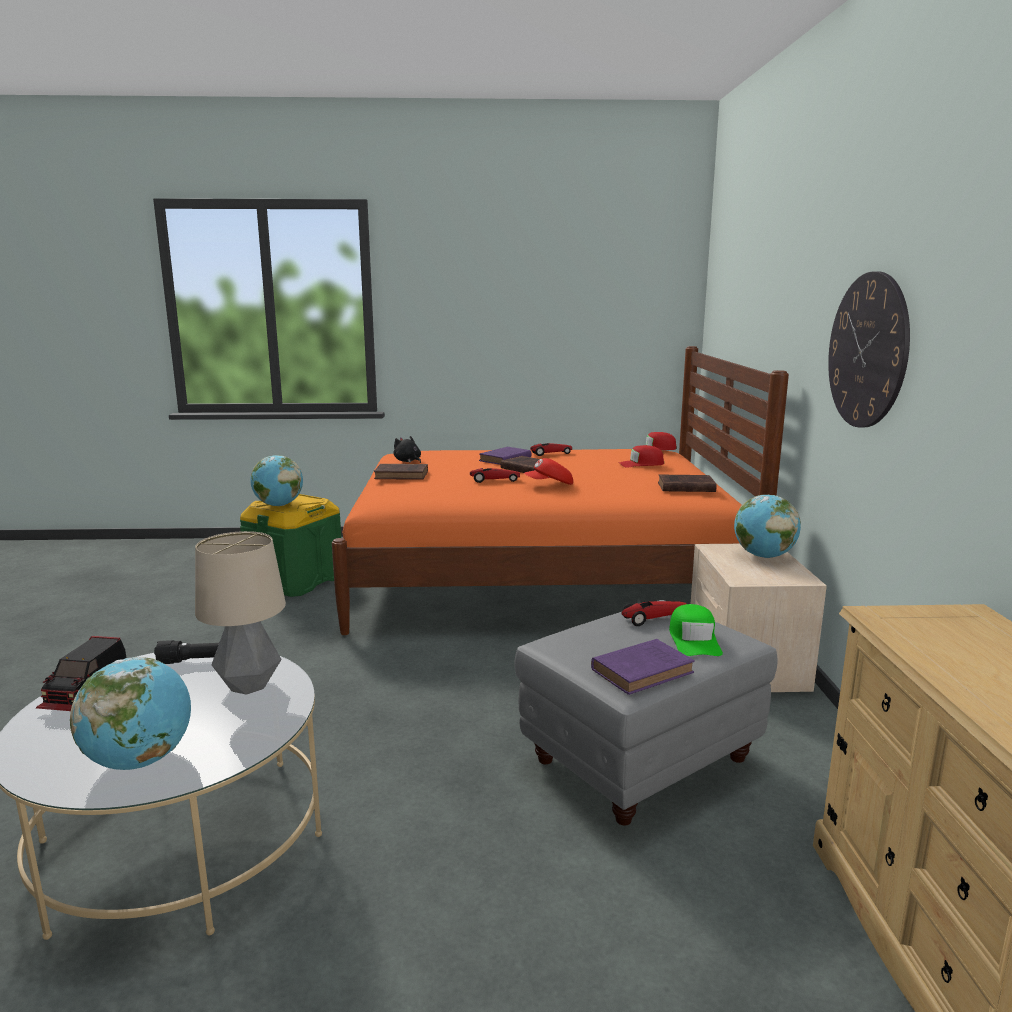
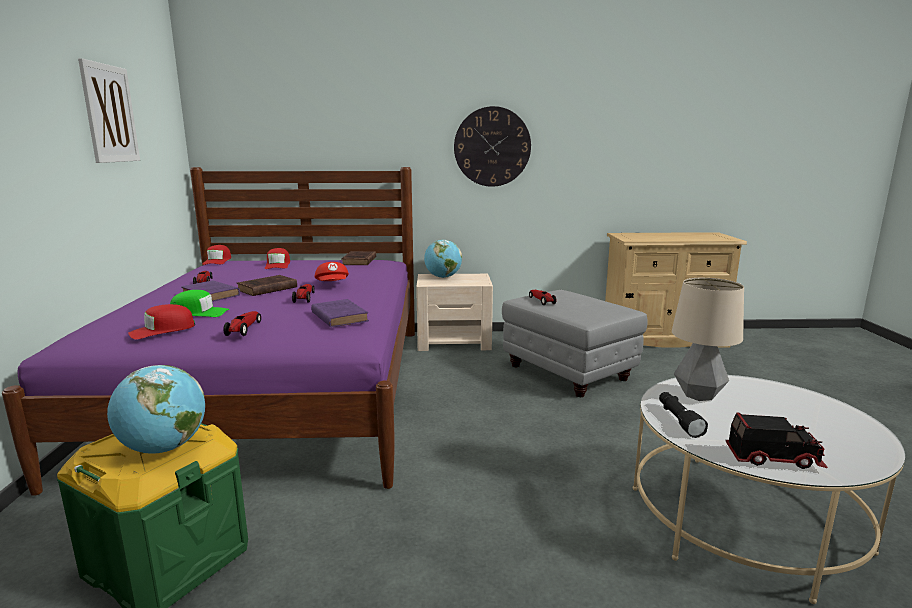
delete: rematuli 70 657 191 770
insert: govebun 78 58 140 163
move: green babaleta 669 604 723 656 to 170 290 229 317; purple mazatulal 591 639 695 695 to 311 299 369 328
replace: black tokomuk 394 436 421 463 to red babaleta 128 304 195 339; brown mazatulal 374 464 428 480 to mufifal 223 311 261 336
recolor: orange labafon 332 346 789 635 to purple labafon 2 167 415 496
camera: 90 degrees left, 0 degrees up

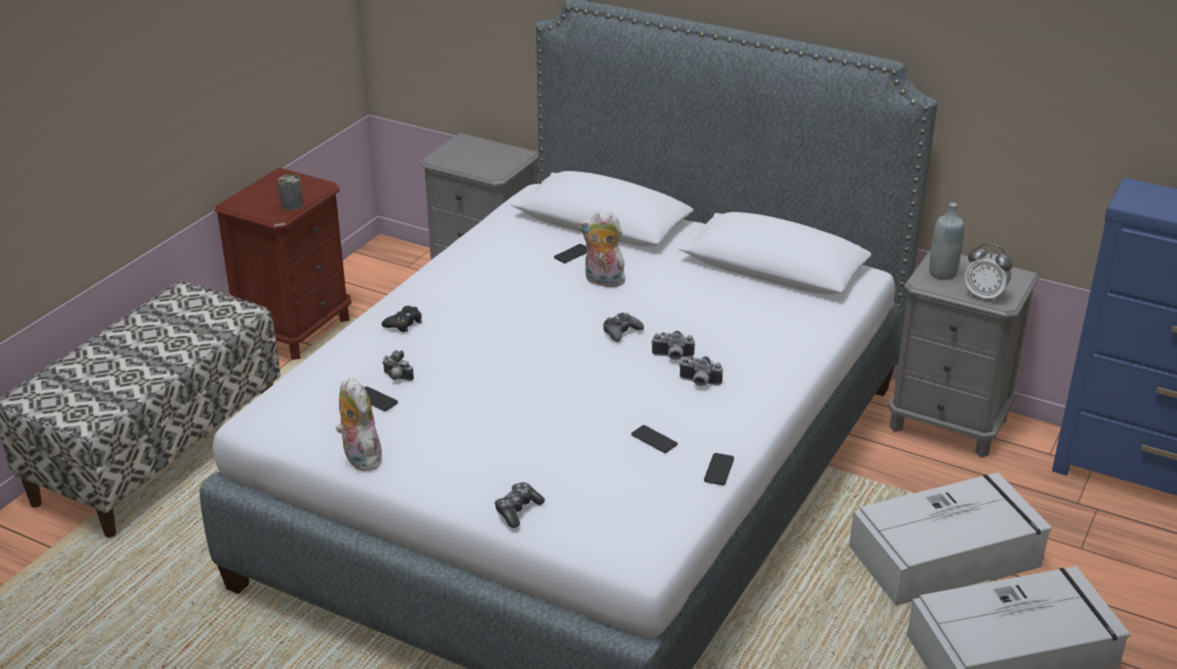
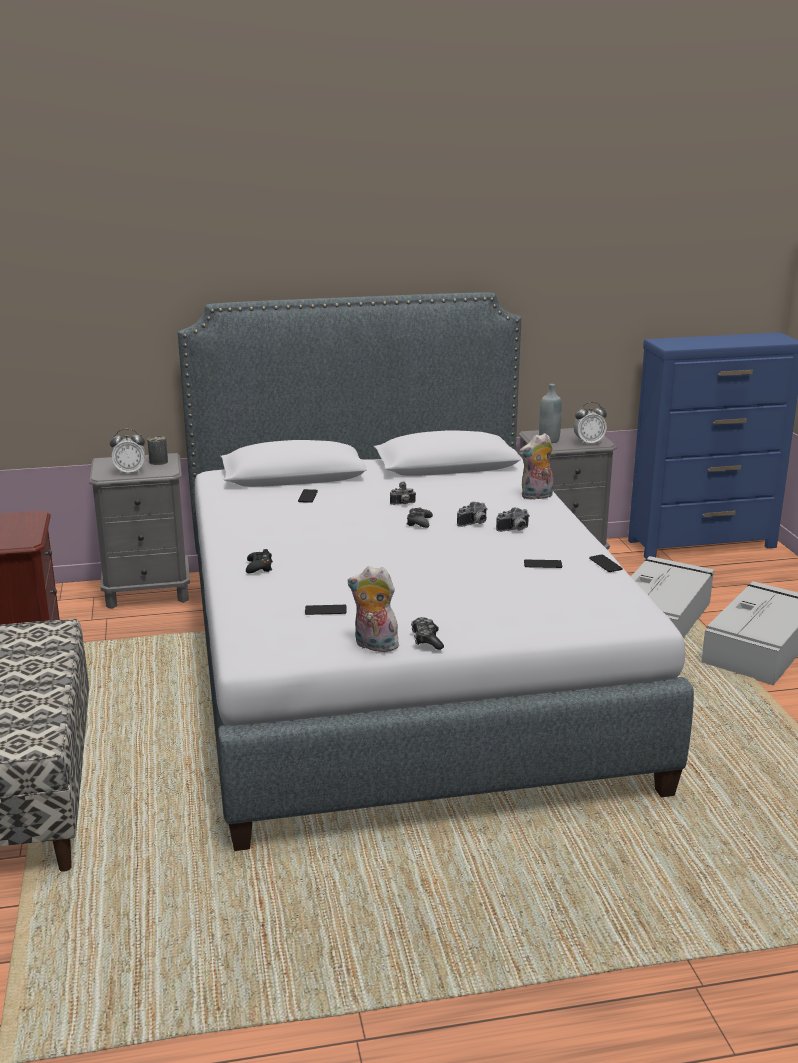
insert: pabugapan 110 429 145 475
move: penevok 278 174 303 210 to 147 436 168 465; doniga 382 350 414 381 to 390 482 416 505; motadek 495 482 545 528 to 411 617 444 650; tokomuk 579 211 627 287 to 519 433 553 500
camera: 40 degrees left, 10 degrees down

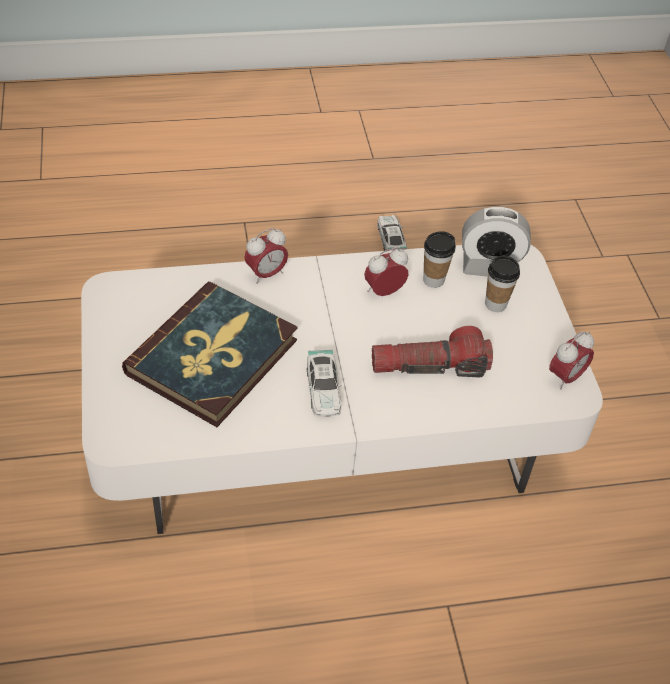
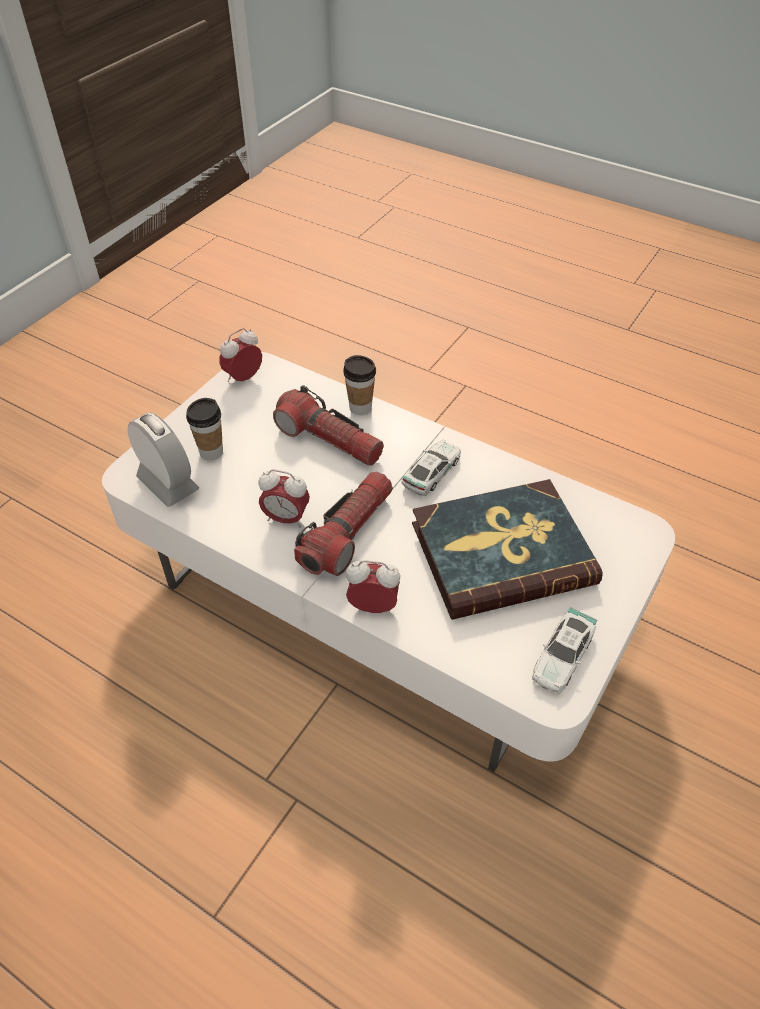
insert: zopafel 294 471 393 576
move: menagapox 423 231 456 288 to 343 355 376 415; mufifal 377 215 407 251 to 532 607 597 693
rotate: pabugapan 549 331 594 390 = 219 328 262 382 45 degrees counterclockwise
camera: 135 degrees left, 0 degrees up

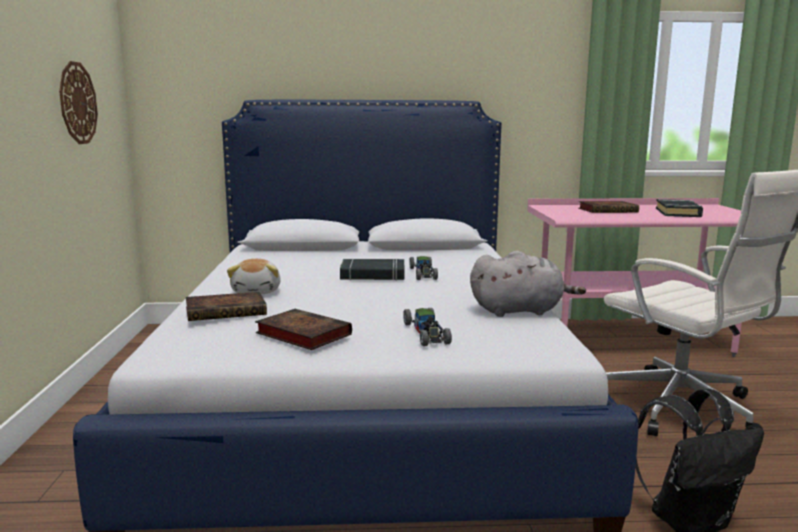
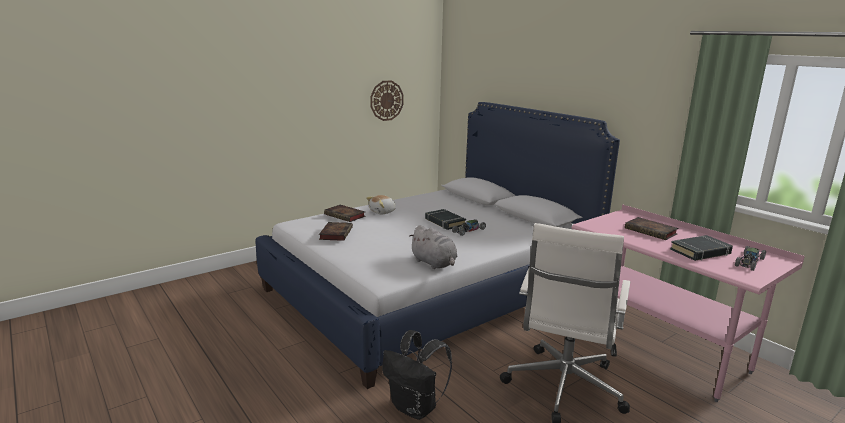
move: mufifal 403 308 452 346 to 735 246 766 271
camera: 55 degrees right, 5 degrees up

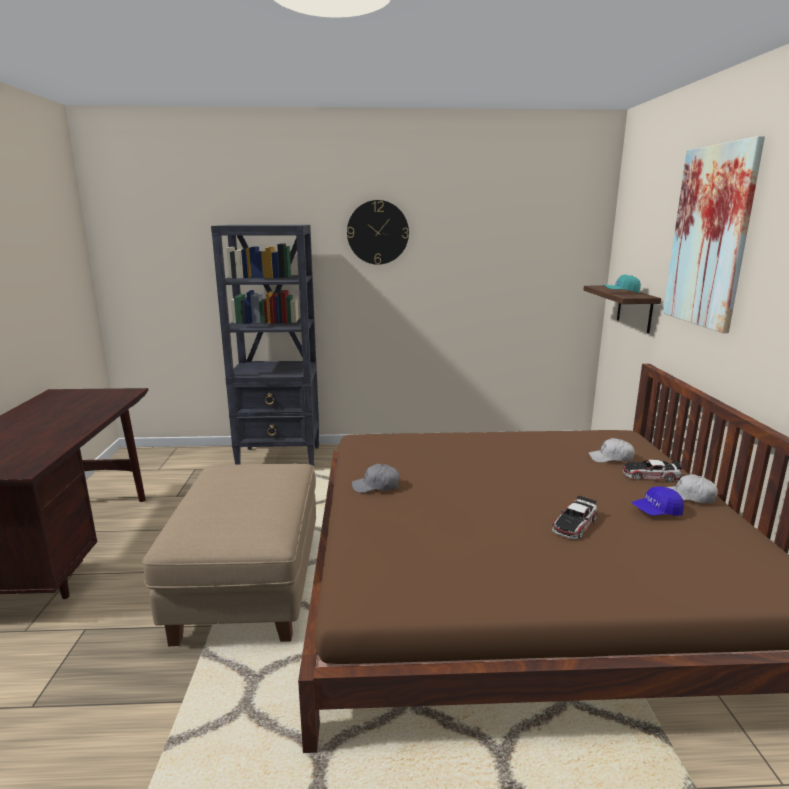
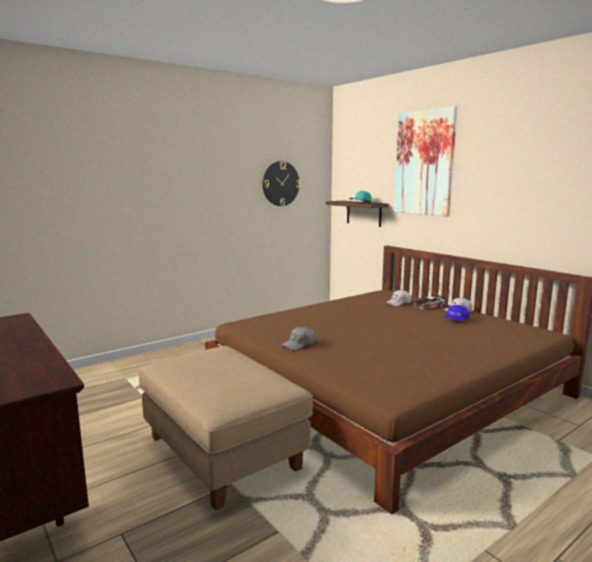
delete: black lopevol 211 225 319 466; mufifal 552 496 597 539
move: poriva 347 200 409 265 to 263 161 300 206
camera: 35 degrees left, 5 degrees down

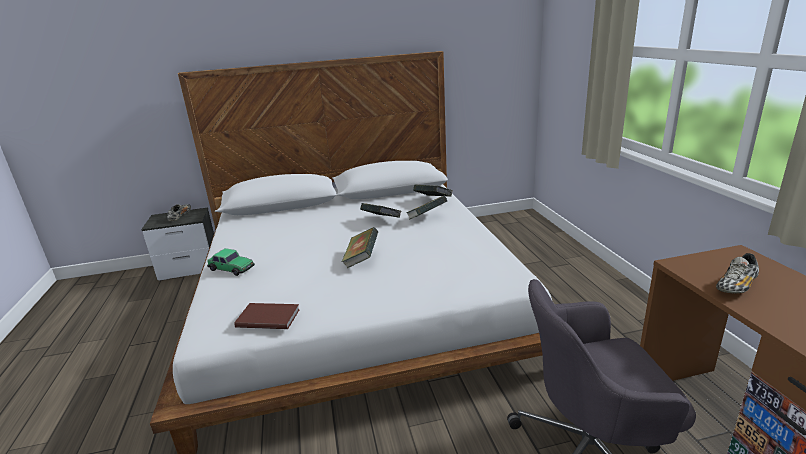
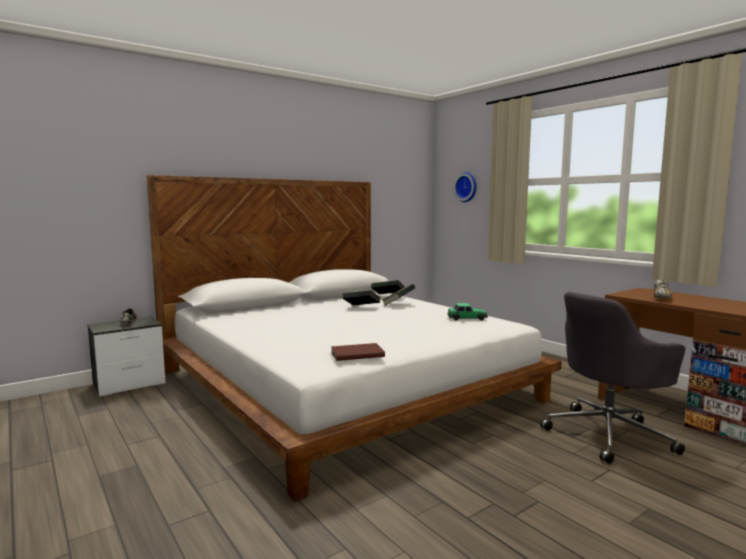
delete: mazatulal 342 227 378 268
insert: poriva 454 172 477 202
move: mufifal 207 248 255 276 to 448 303 488 321
camera: 25 degrees left, 15 degrees down

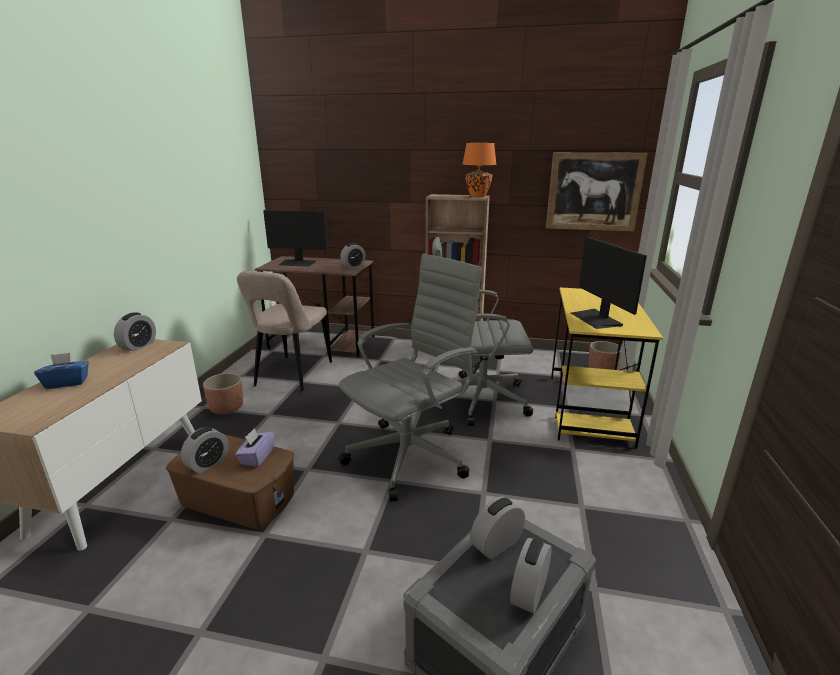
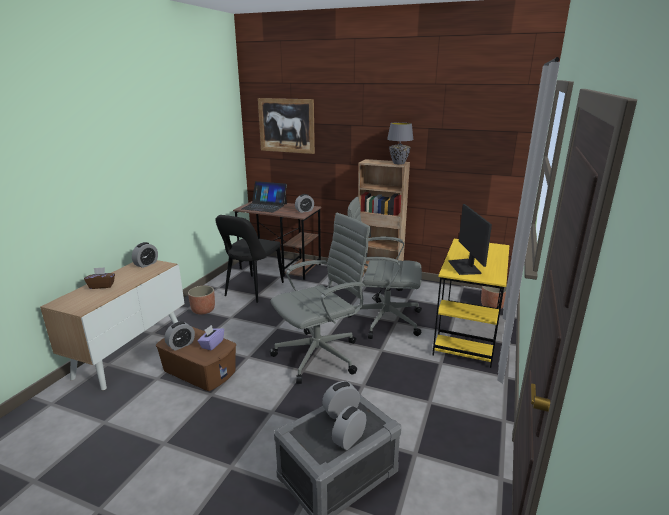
move: govebun 546 152 648 231 to 258 98 315 154
replace: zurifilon 263 210 328 267 to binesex 242 181 287 212
recolor: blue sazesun 34 353 89 389 to brown sazesun 84 267 115 289; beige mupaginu 237 271 332 391 to black mupaginu 215 215 284 303; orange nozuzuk 462 143 497 197 to grey nozuzuk 387 122 414 165
camera: 10 degrees right, 0 degrees up

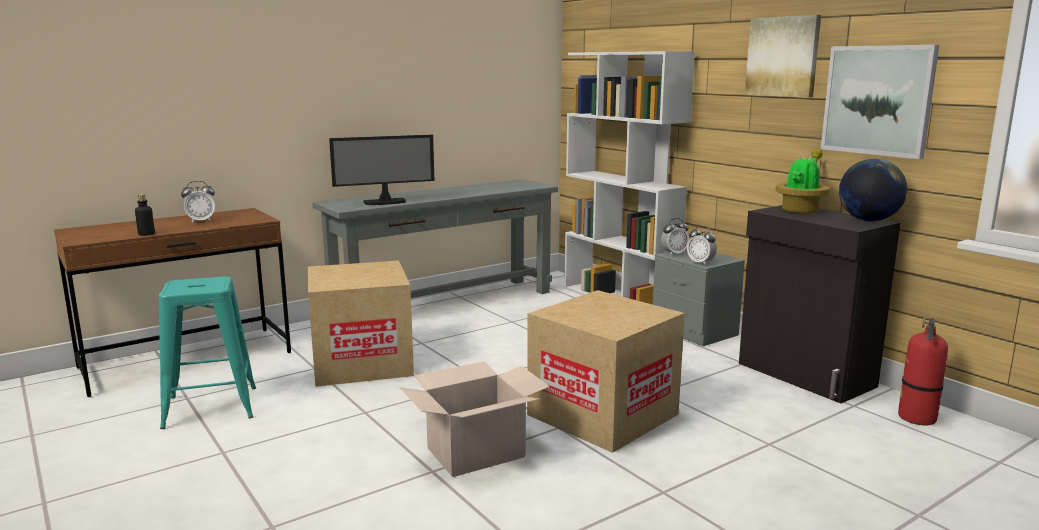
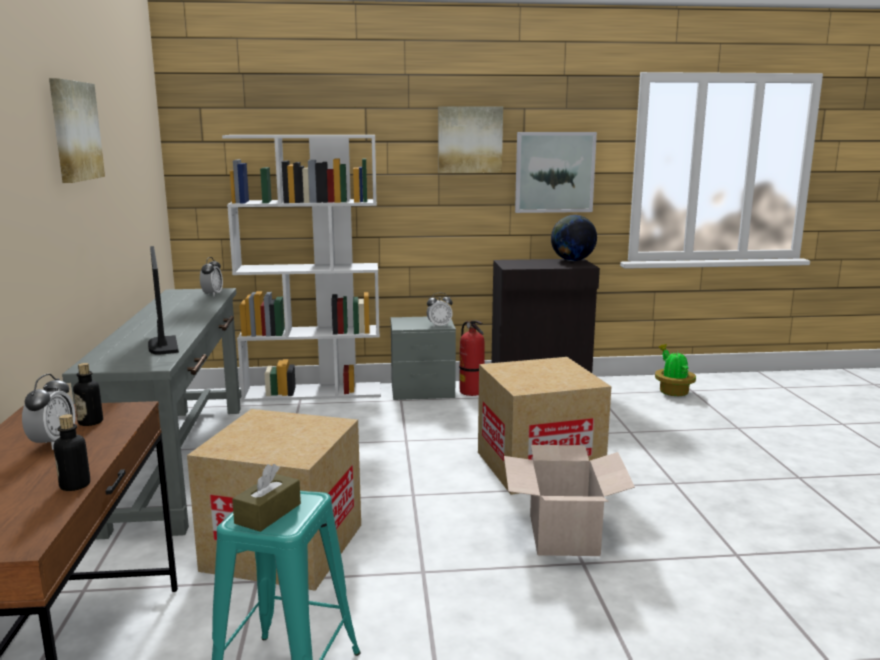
insert: govebun 49 78 105 183; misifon 73 363 103 426; brown sazesun 232 464 301 532
move: pabugapan 661 218 689 256 to 200 257 223 296; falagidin 898 317 948 425 to 459 320 485 396; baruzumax 776 150 830 214 to 655 344 696 396
rotate: zurifilon 329 135 434 205 = 148 246 179 355 150 degrees clockwise
camera: 60 degrees left, 0 degrees up

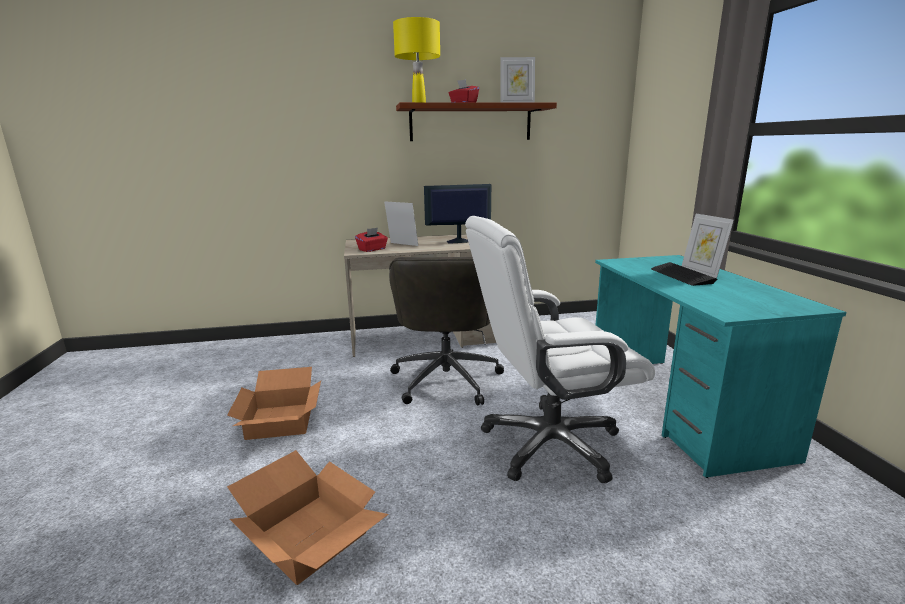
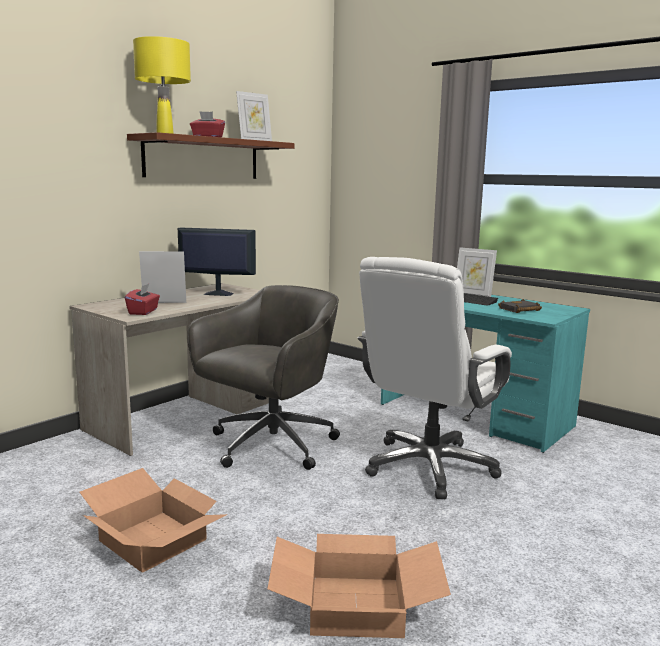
insert: black mazatulal 498 299 542 313
rotate: zurifilon 424 184 491 243 = 178 228 256 296 60 degrees clockwise; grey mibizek 389 257 504 405 = 187 285 340 470 105 degrees counterclockwise
camera: 40 degrees left, 5 degrees down

